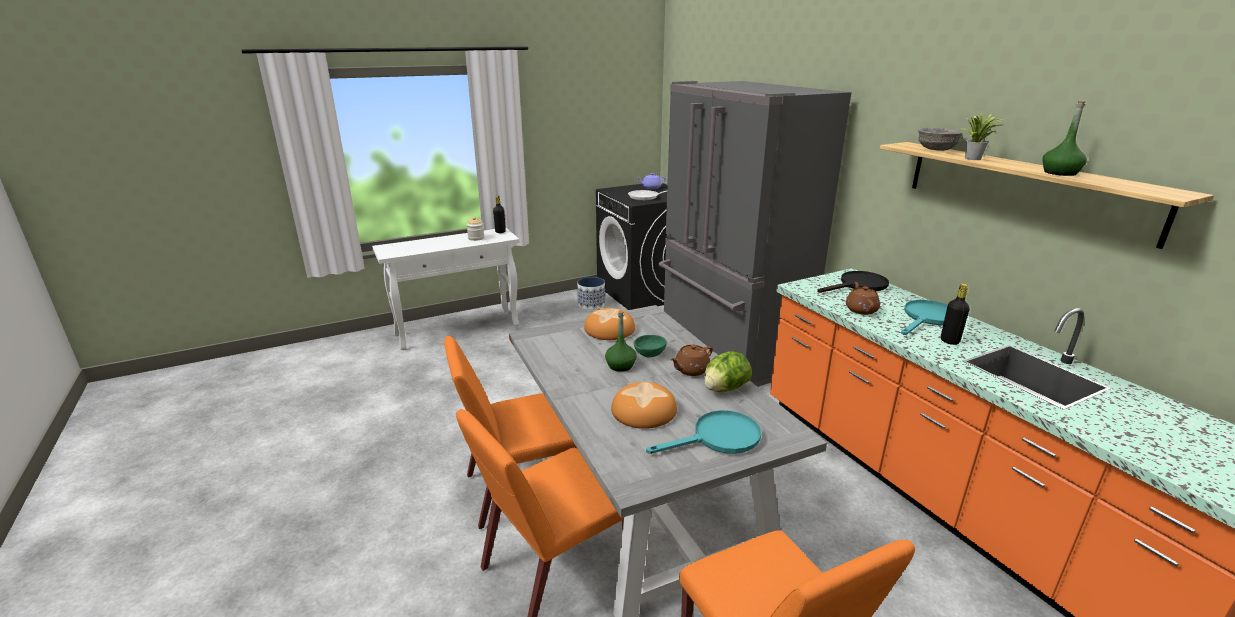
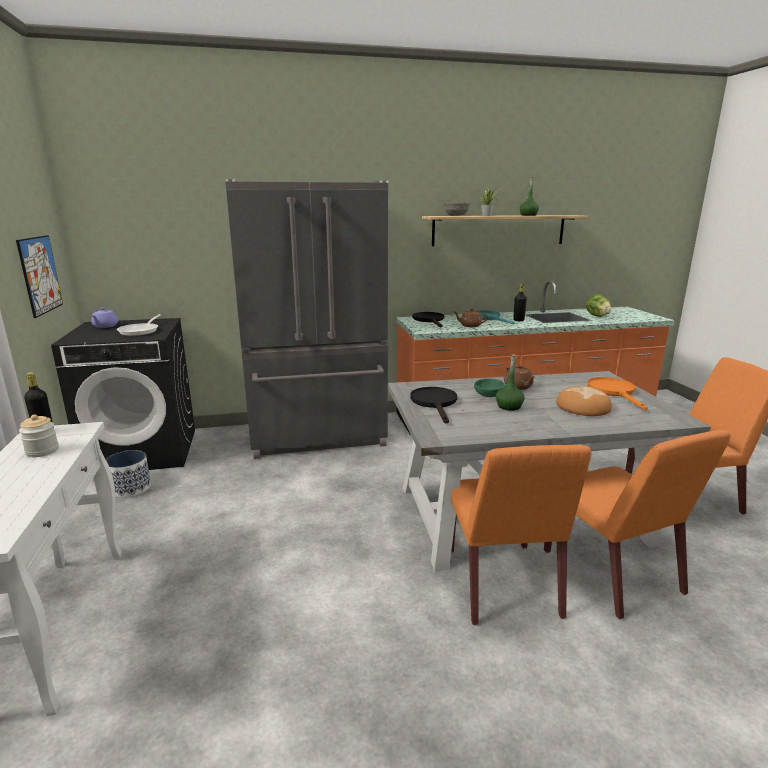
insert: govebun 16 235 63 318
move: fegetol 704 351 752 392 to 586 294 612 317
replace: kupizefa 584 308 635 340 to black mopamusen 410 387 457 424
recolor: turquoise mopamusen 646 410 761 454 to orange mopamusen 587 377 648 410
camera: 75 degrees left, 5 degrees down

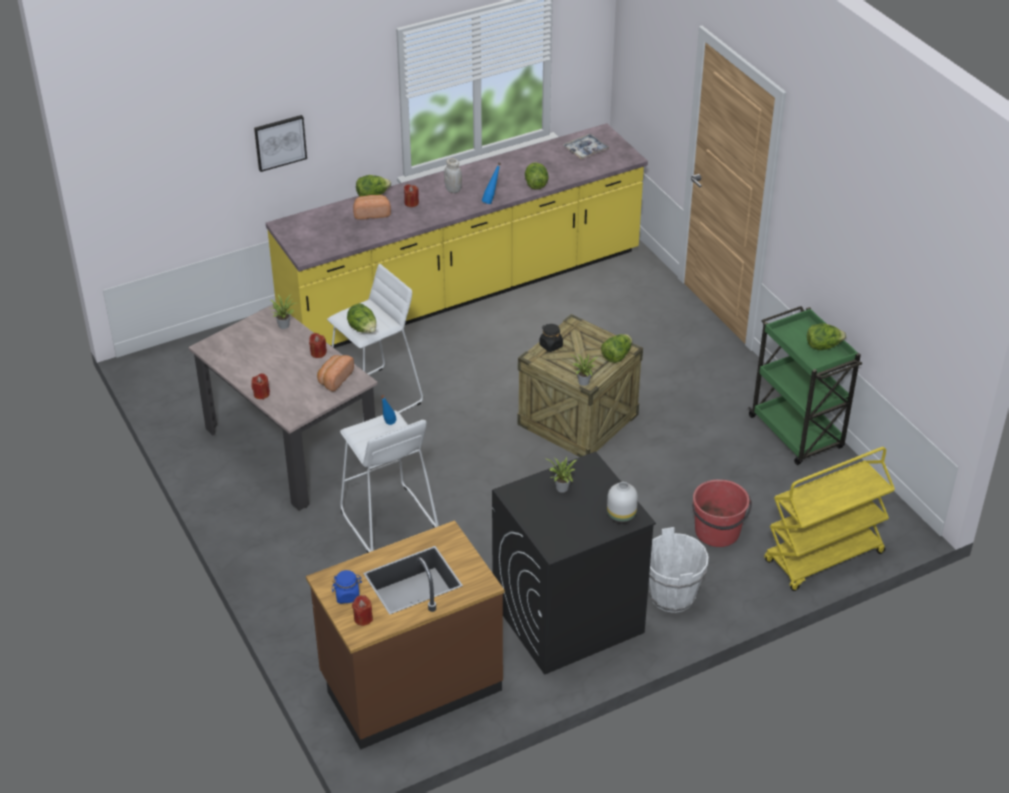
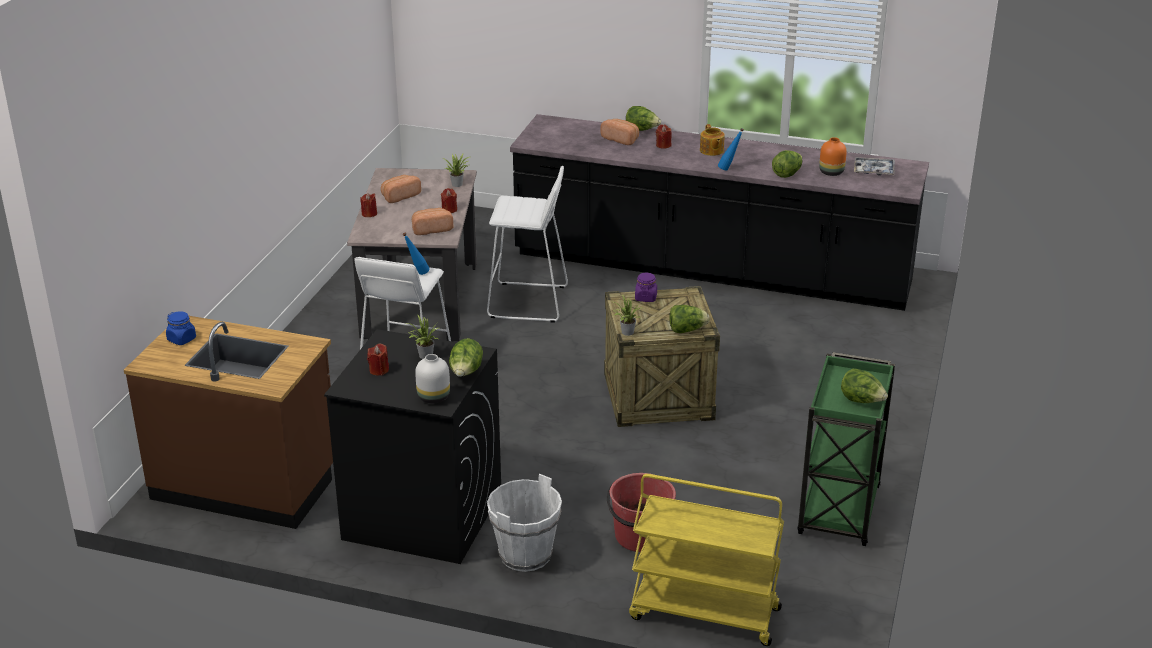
delete: govebun 254 115 307 172
insert: kupizefa 381 175 421 203; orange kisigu 819 137 847 176
move: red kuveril 352 595 373 626 to 367 344 389 375; fegetol 347 303 376 333 to 449 338 483 377
replace: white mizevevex 444 158 462 193 to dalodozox 700 124 725 156
recolor: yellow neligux 266 123 648 348 to black neligux 510 114 929 311; black mizevevex 539 324 563 352 to purple mizevevex 635 273 657 302
camera: 45 degrees right, 10 degrees down

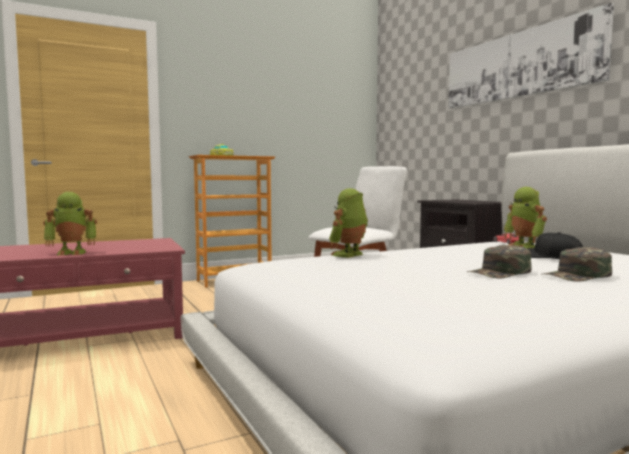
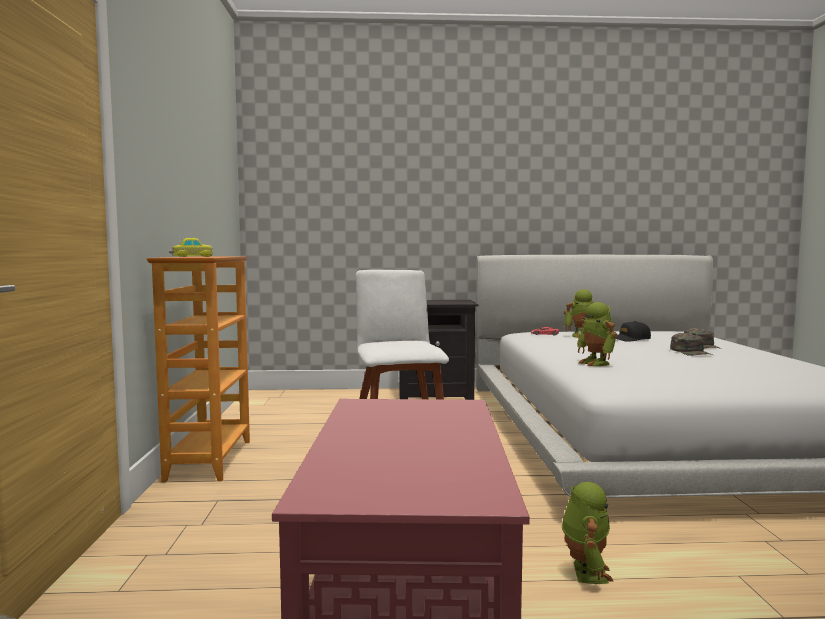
delete: govebun 448 3 614 109
move: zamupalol 43 192 97 256 to 562 482 614 584
camera: 65 degrees left, 0 degrees up

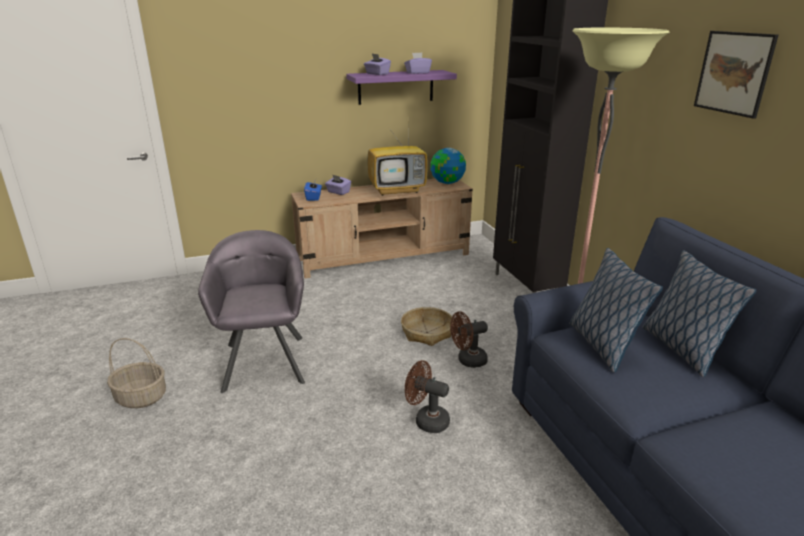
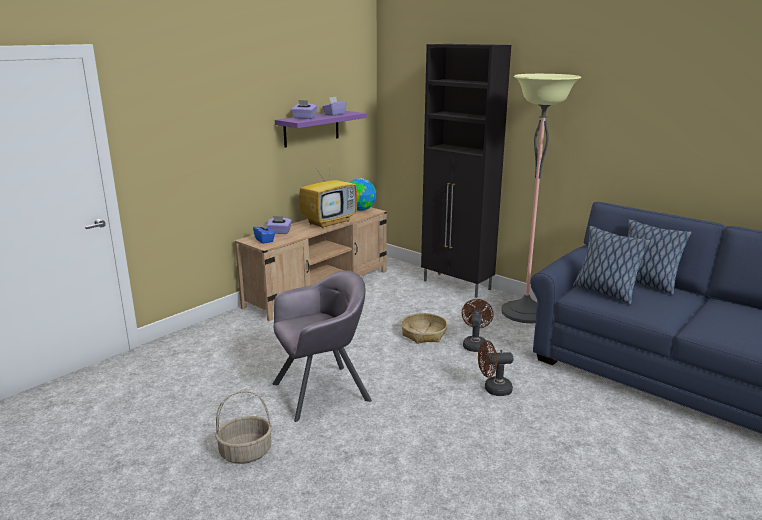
delete: govebun 694 31 778 119
rotate: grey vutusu 198 230 305 393 = 272 270 372 422 105 degrees clockwise; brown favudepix 450 311 488 368 = 462 299 494 352 150 degrees clockwise
camera: 30 degrees left, 5 degrees down

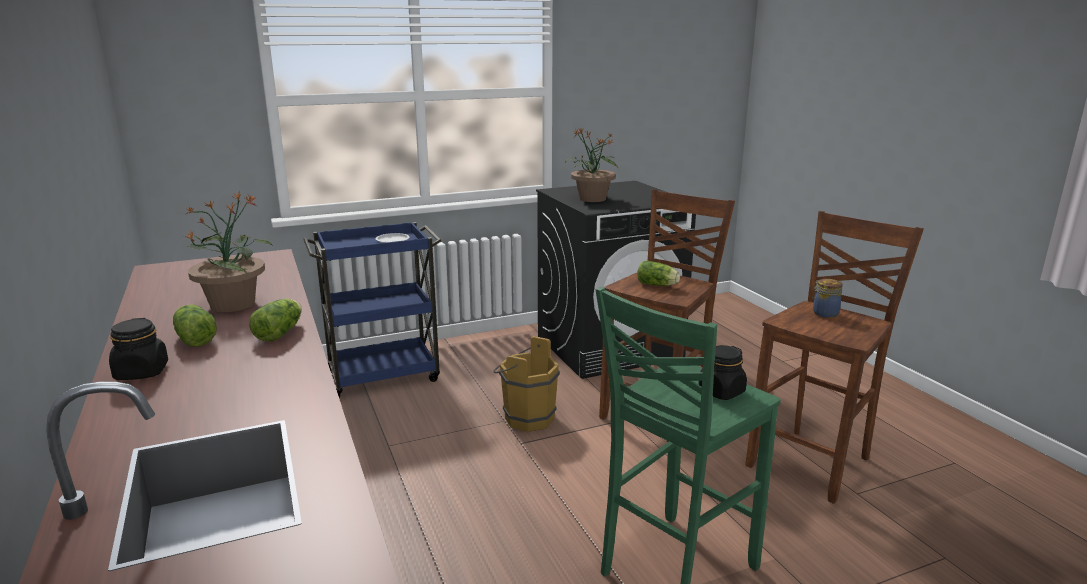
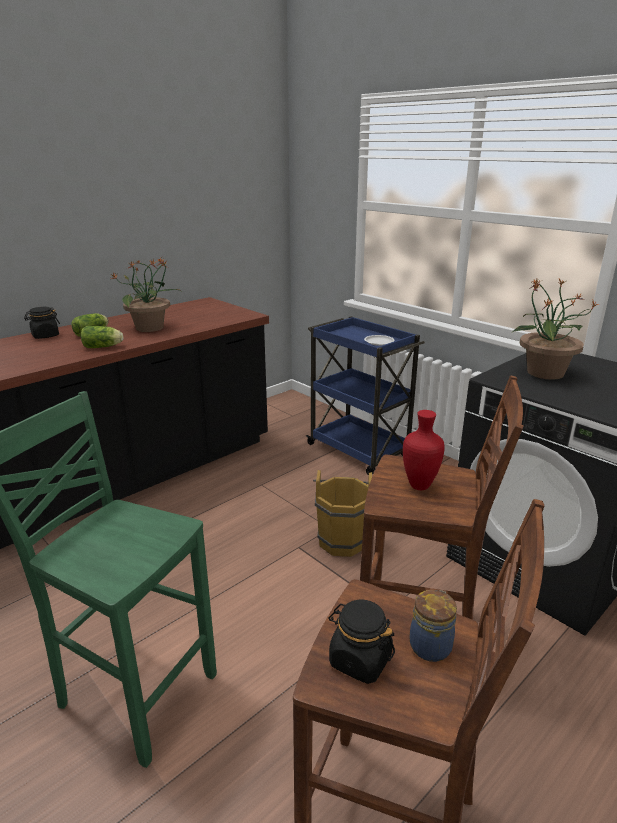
move: black mizevevex 698 345 747 400 to 328 599 395 684
replace: fegetol 637 260 680 286 to red kisigu 403 410 445 490
camera: 70 degrees right, 5 degrees up

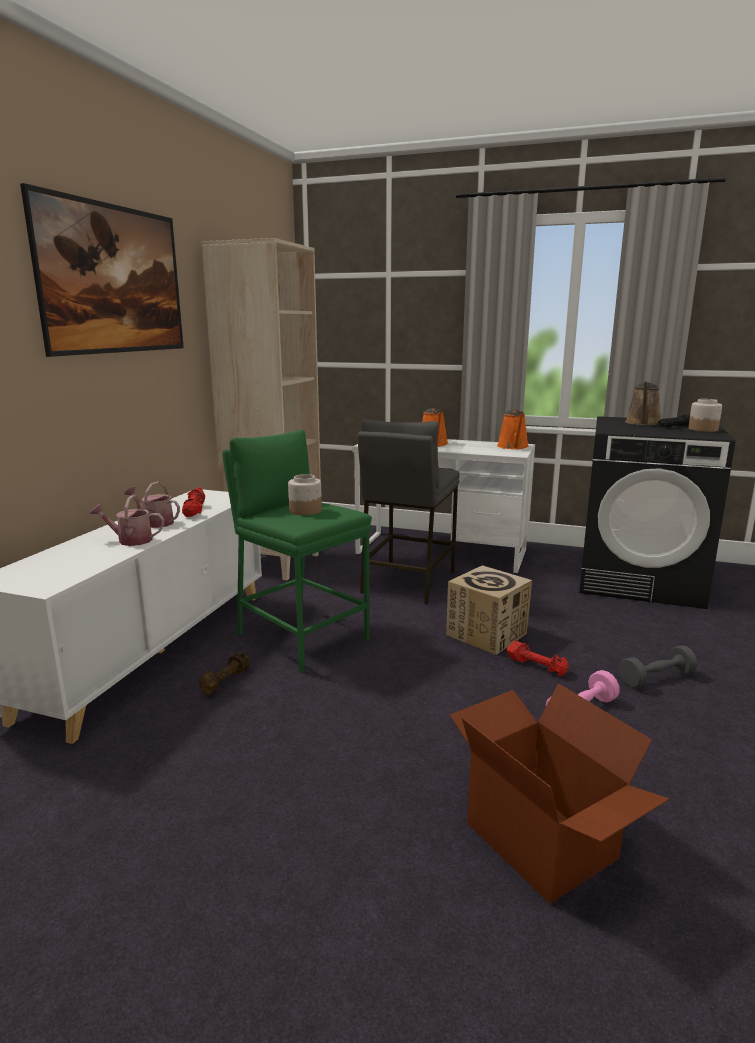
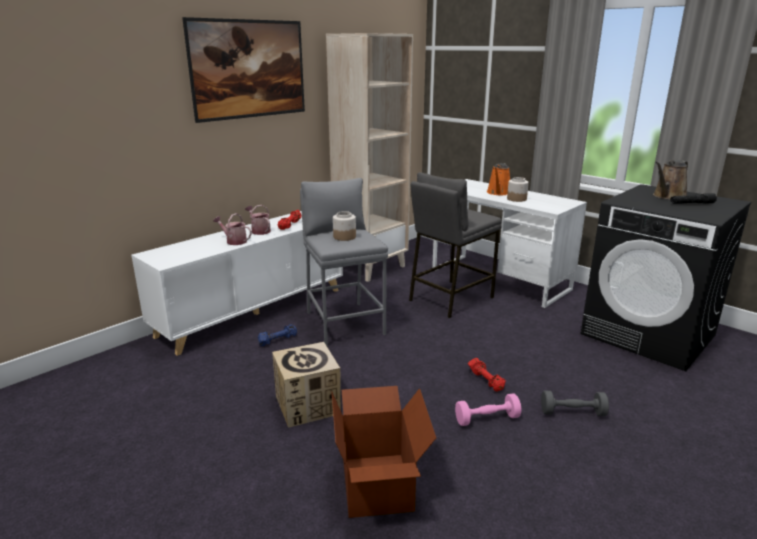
delete: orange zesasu 497 410 529 449
move: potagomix 446 565 532 655 to 272 342 341 428; mizevevex 688 399 722 432 to 507 177 529 202
recolor: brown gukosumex 199 652 250 695 to blue gukosumex 258 324 297 346; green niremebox 222 430 372 673 to grey niremebox 300 178 388 346
camera: 25 degrees right, 5 degrees up

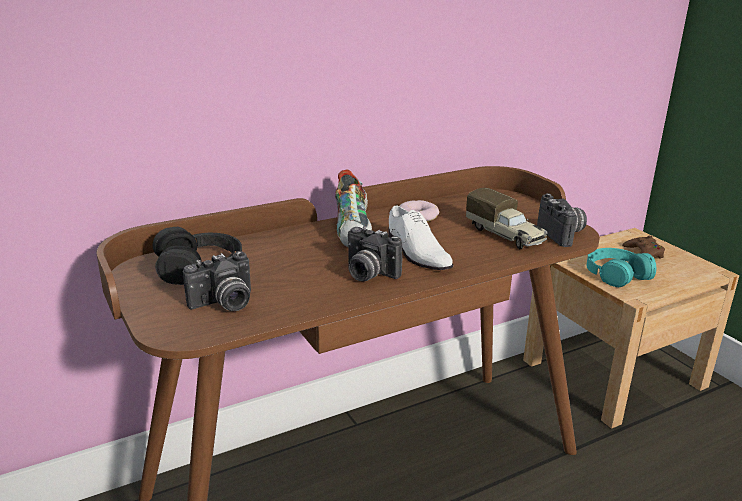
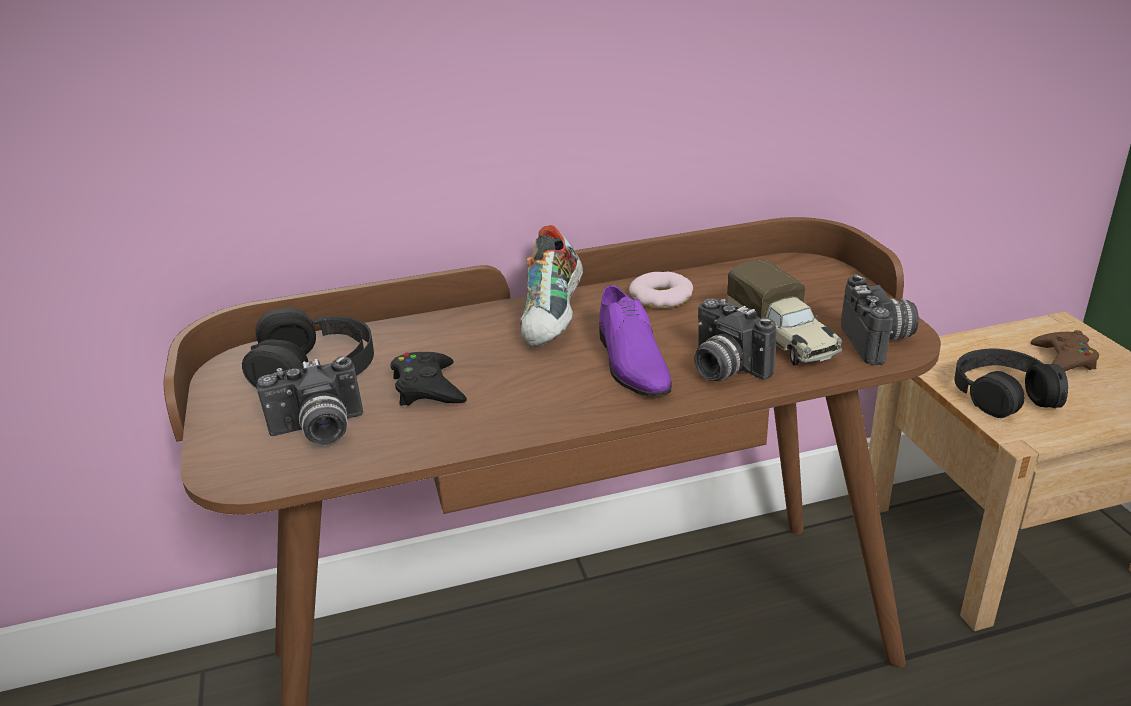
insert: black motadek 390 352 467 406
move: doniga 348 226 402 281 to 694 299 776 381
recolor: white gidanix 388 206 453 270 to purple gidanix 599 285 672 397; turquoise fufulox 587 248 656 287 to black fufulox 954 349 1068 418
camera: 15 degrees right, 5 degrees up

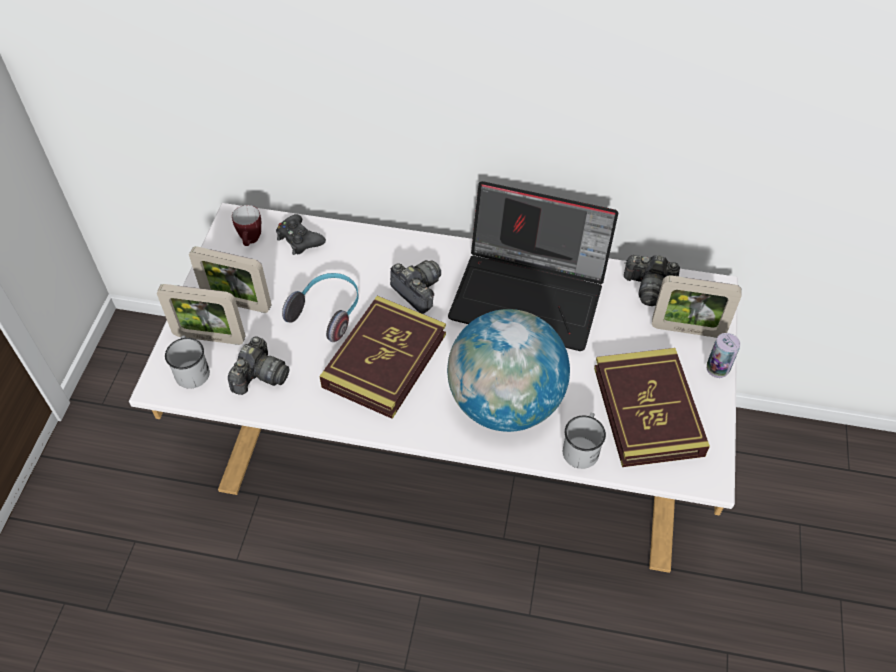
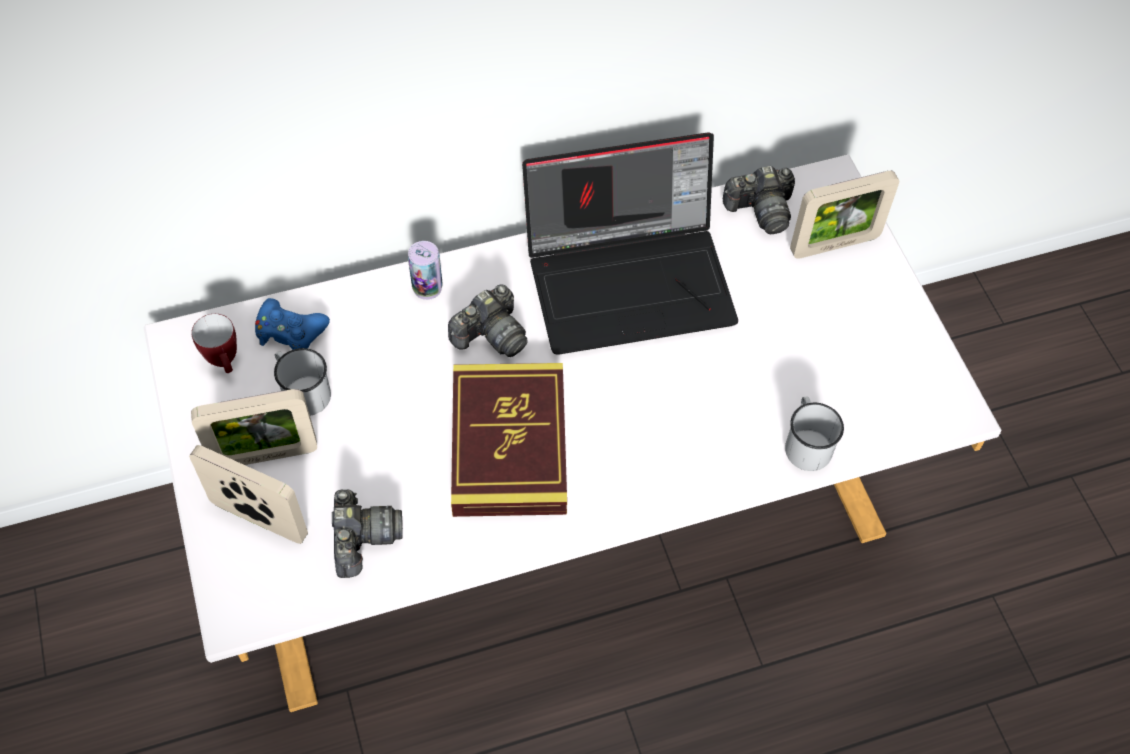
delete: fufulox 282 273 359 342; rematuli 447 309 570 432; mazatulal 594 348 710 467
move: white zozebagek 165 335 210 388 to 274 348 331 416; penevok 707 333 740 378 to 408 241 443 300
recolor: black motadek 276 214 326 255 to blue motadek 255 298 330 350
rotate: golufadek 157 284 245 345 = 189 445 308 544 135 degrees counterclockwise; doniga 390 260 441 314 = 448 284 528 357 120 degrees clockwise
camera: 30 degrees left, 5 degrees up

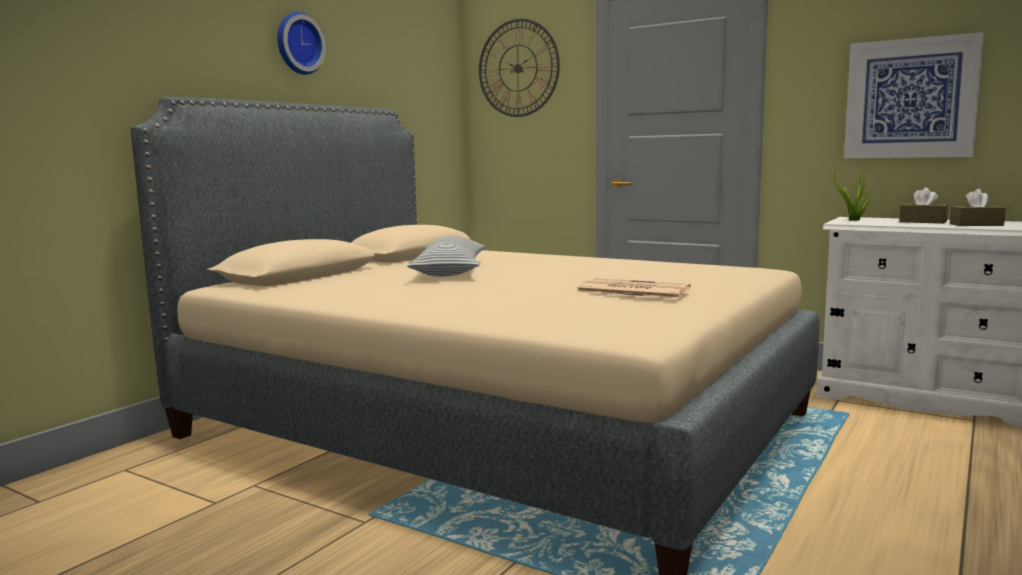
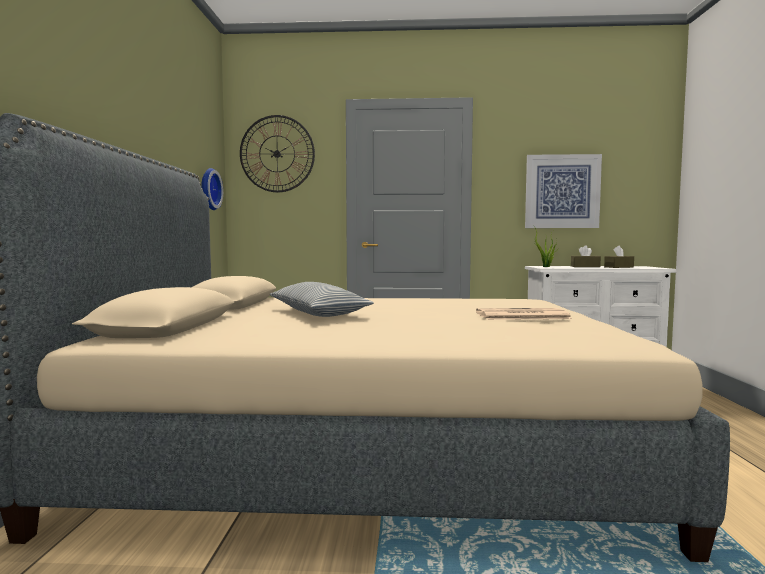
move: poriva 277 12 326 75 to 201 168 223 210
camera: 30 degrees left, 5 degrees down

